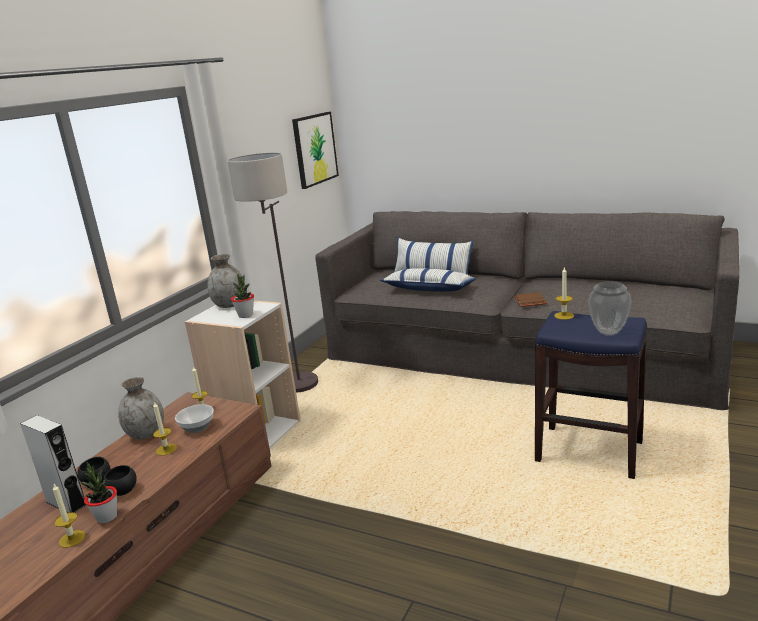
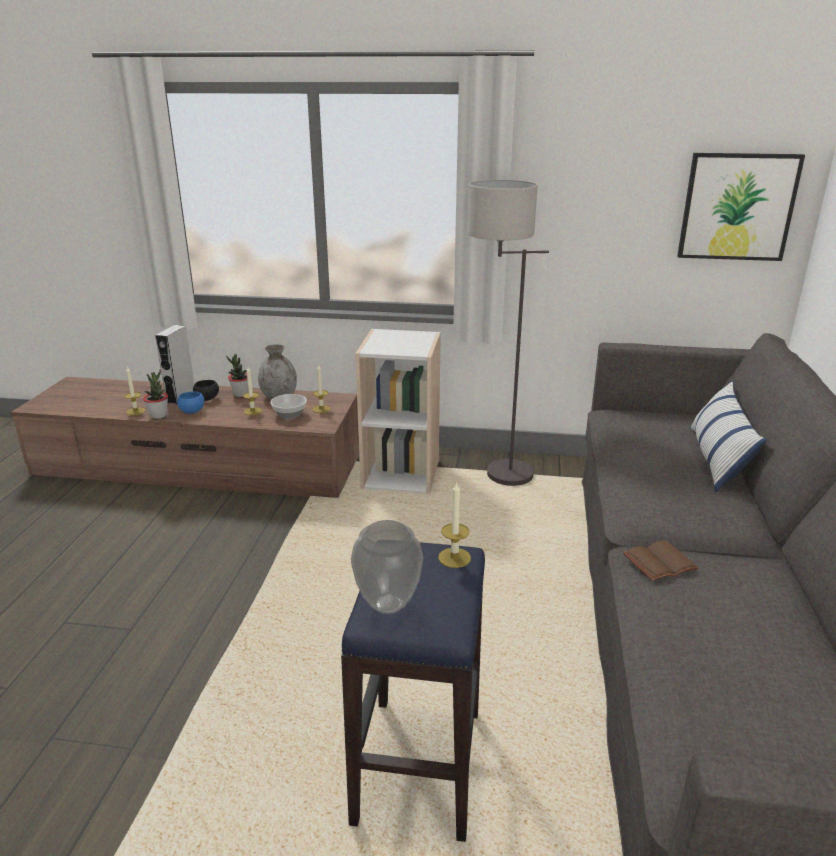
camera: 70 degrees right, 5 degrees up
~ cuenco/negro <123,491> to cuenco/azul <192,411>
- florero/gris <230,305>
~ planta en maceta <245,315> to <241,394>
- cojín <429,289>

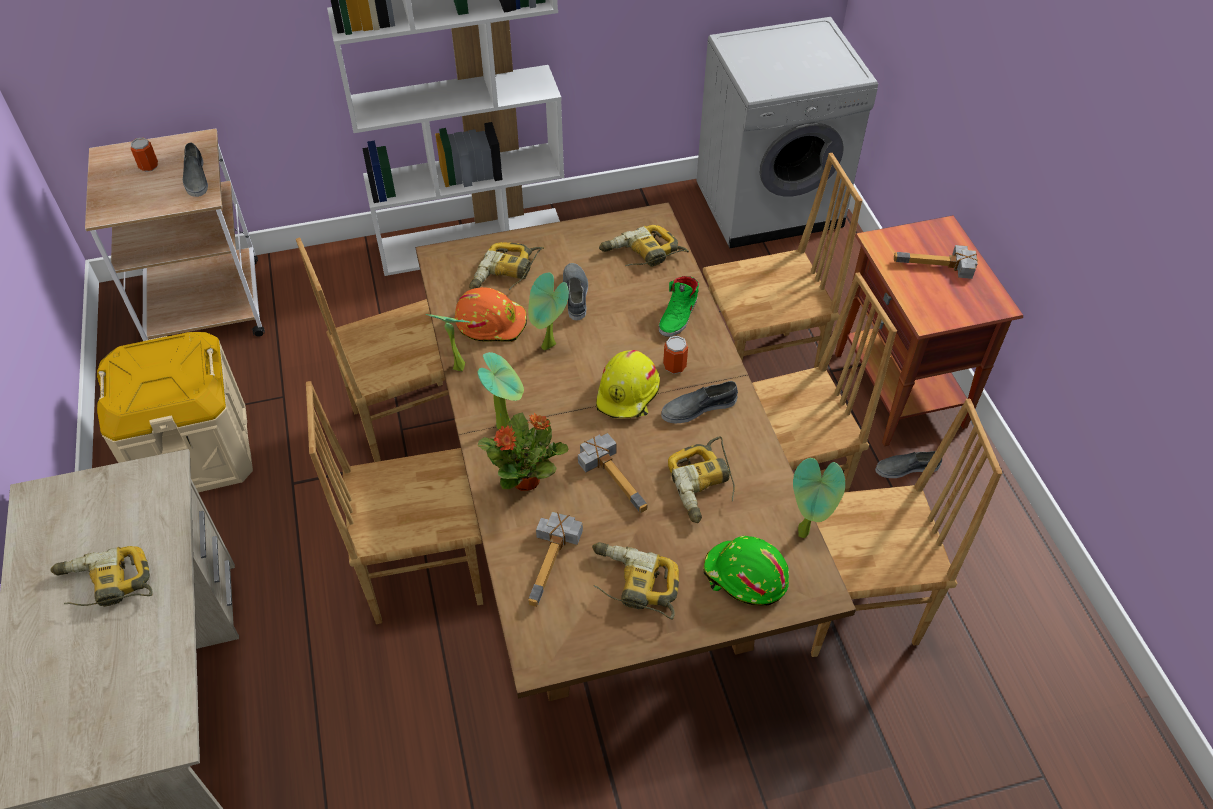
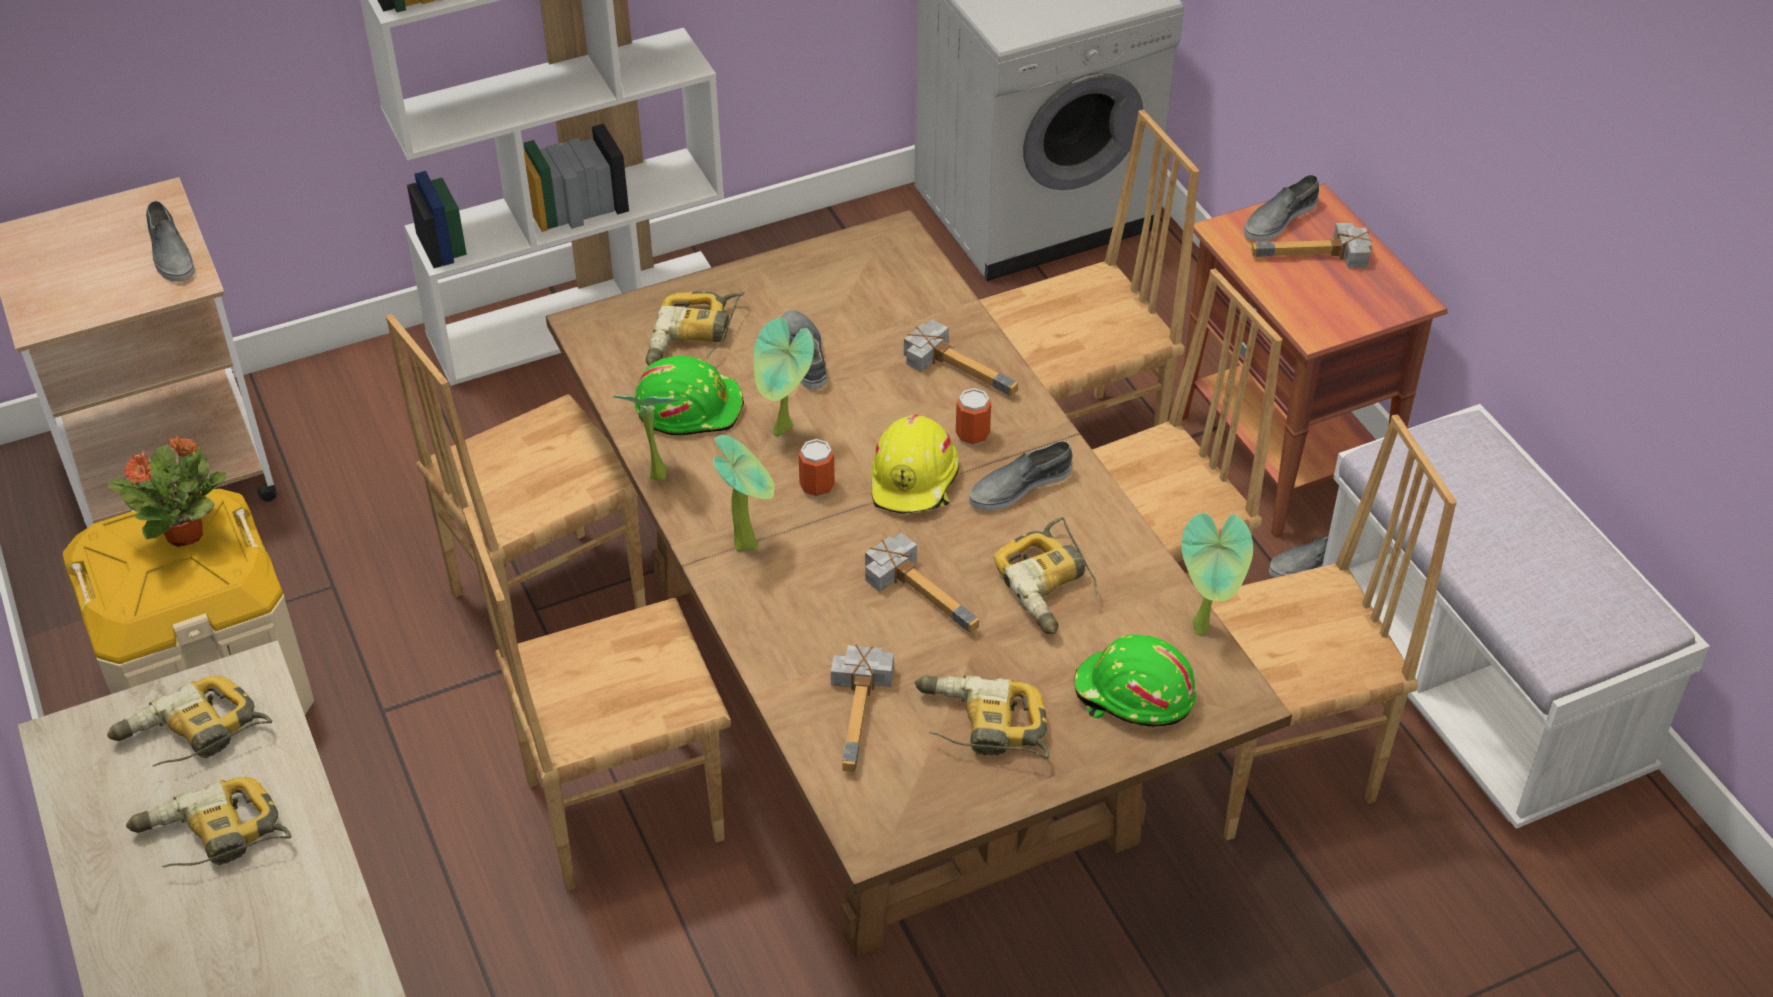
camera: 10 degrees left, 5 degrees down
~ lata <149,166> to <817,486>
~ casco/naranja <491,322> to casco/verde <689,407>
~ planta en maceta <527,480> to <186,533>
~ taladro <642,255> to <192,736>
~ zapato/verde <678,316> to martillo <962,366>
+ zapato/gris <1279,219>
+ banco/blanco <1475,685>

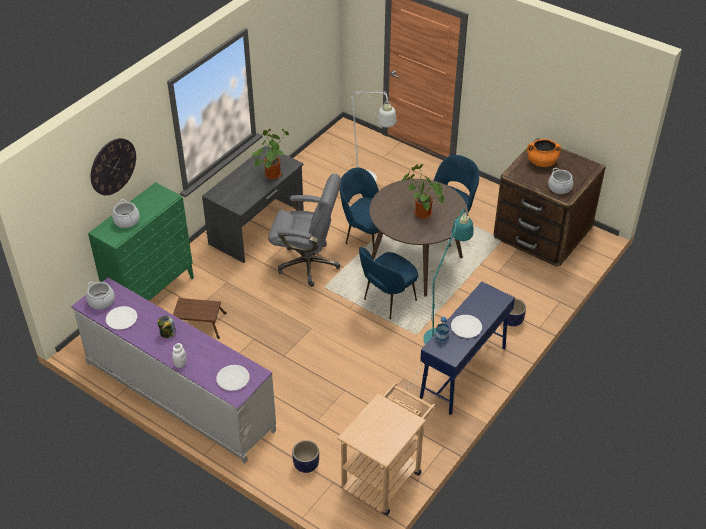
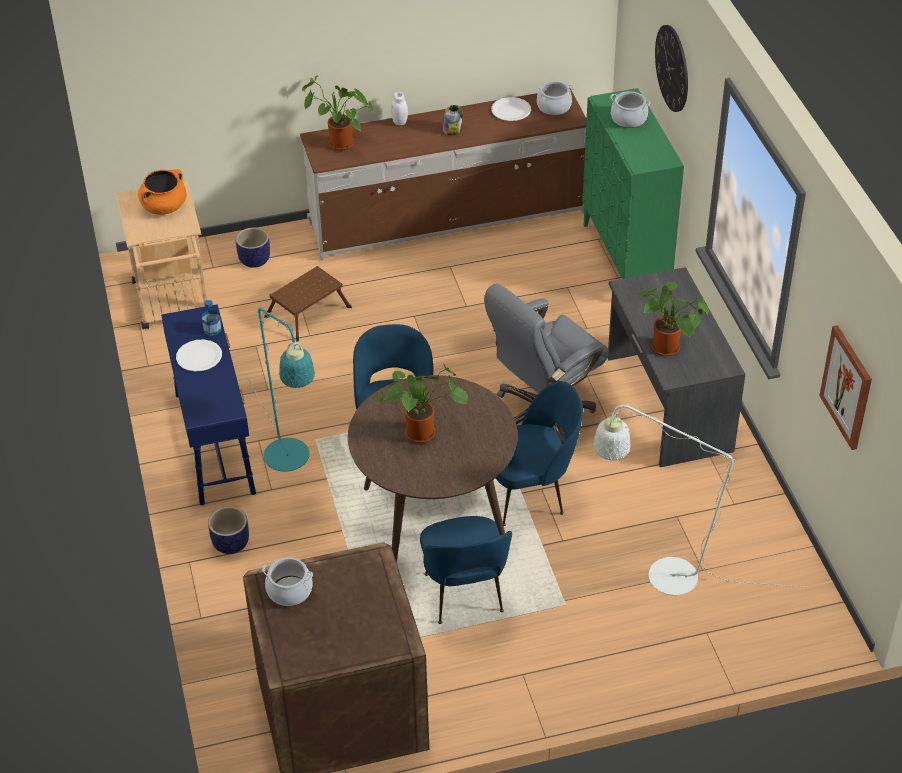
camera: 130 degrees right, 0 degrees up
~ armario/morado <179,396> to armario/marrón <445,219>
~ escalera de tijera/marrón <198,323> to <308,311>
~ plato/blanco <233,378> to planta en maceta <338,144>
~ olla/naranja <541,162> to <164,207>
+ cuadro <847,387>

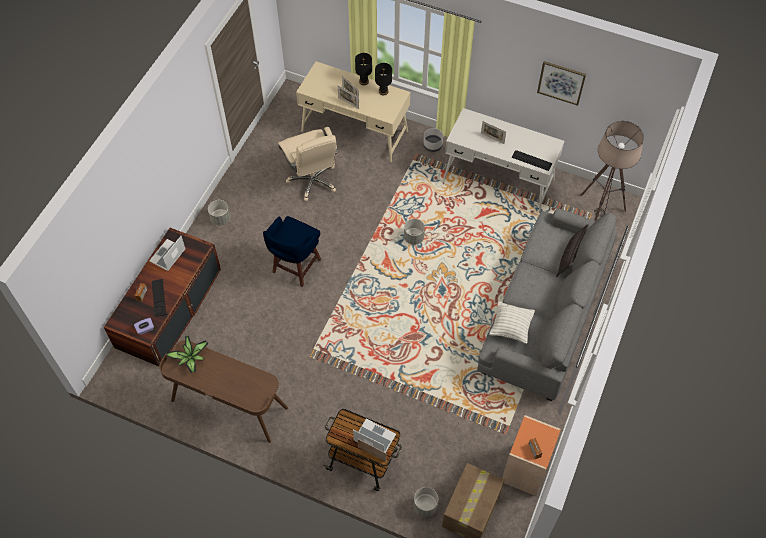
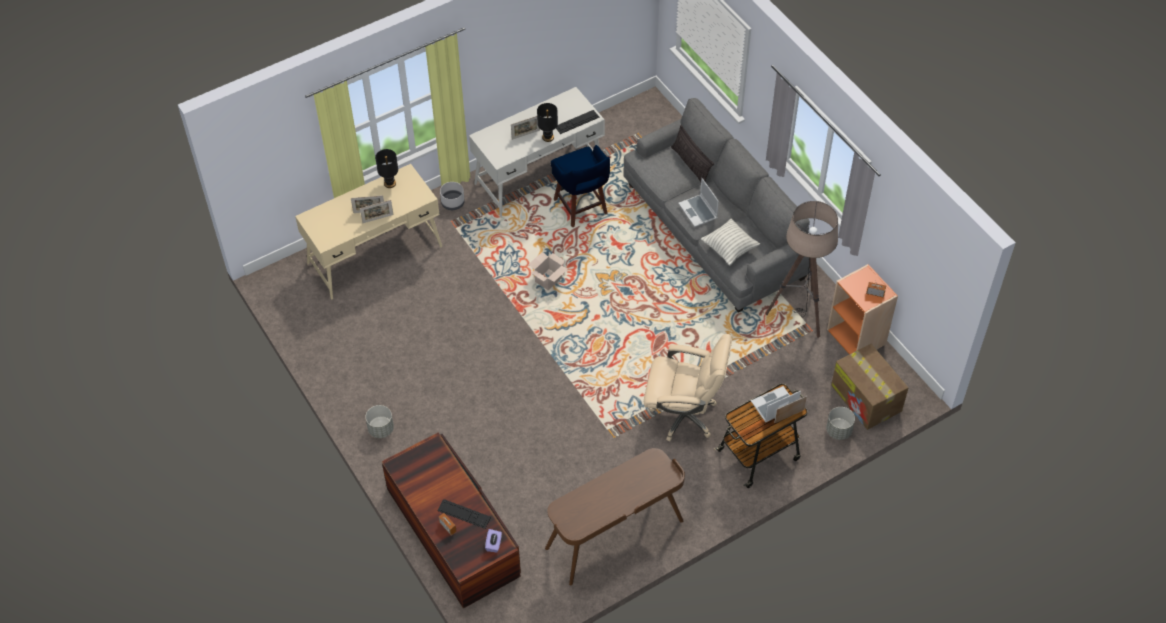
camera: 55 degrees left, 5 degrees down
~ portátil <168,256> to <698,211>
- planta en maceta <190,358>
~ taburete/azul <295,267> to <581,208>
~ silla de oficina/beis <312,179> to <682,415>
~ lámpara de mesa/negro <364,81> to <548,137>
~ maceta/gris <414,237> to caja de cartón <548,279>
- cuadro <561,82>
~ lámpara de pie <599,212> to <799,314>

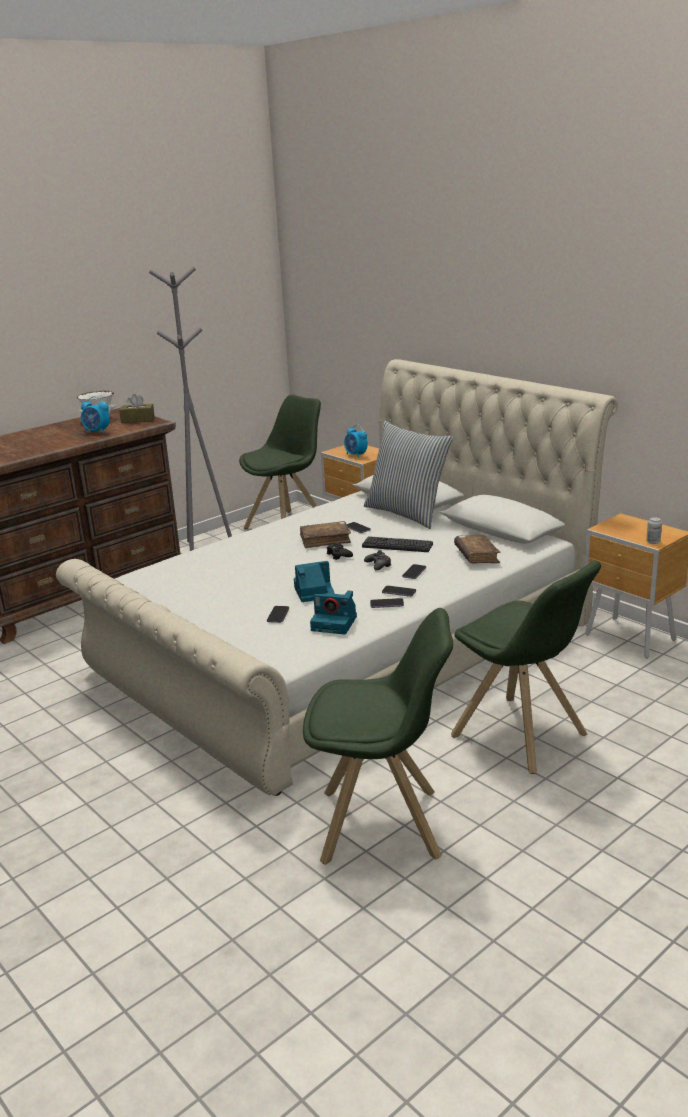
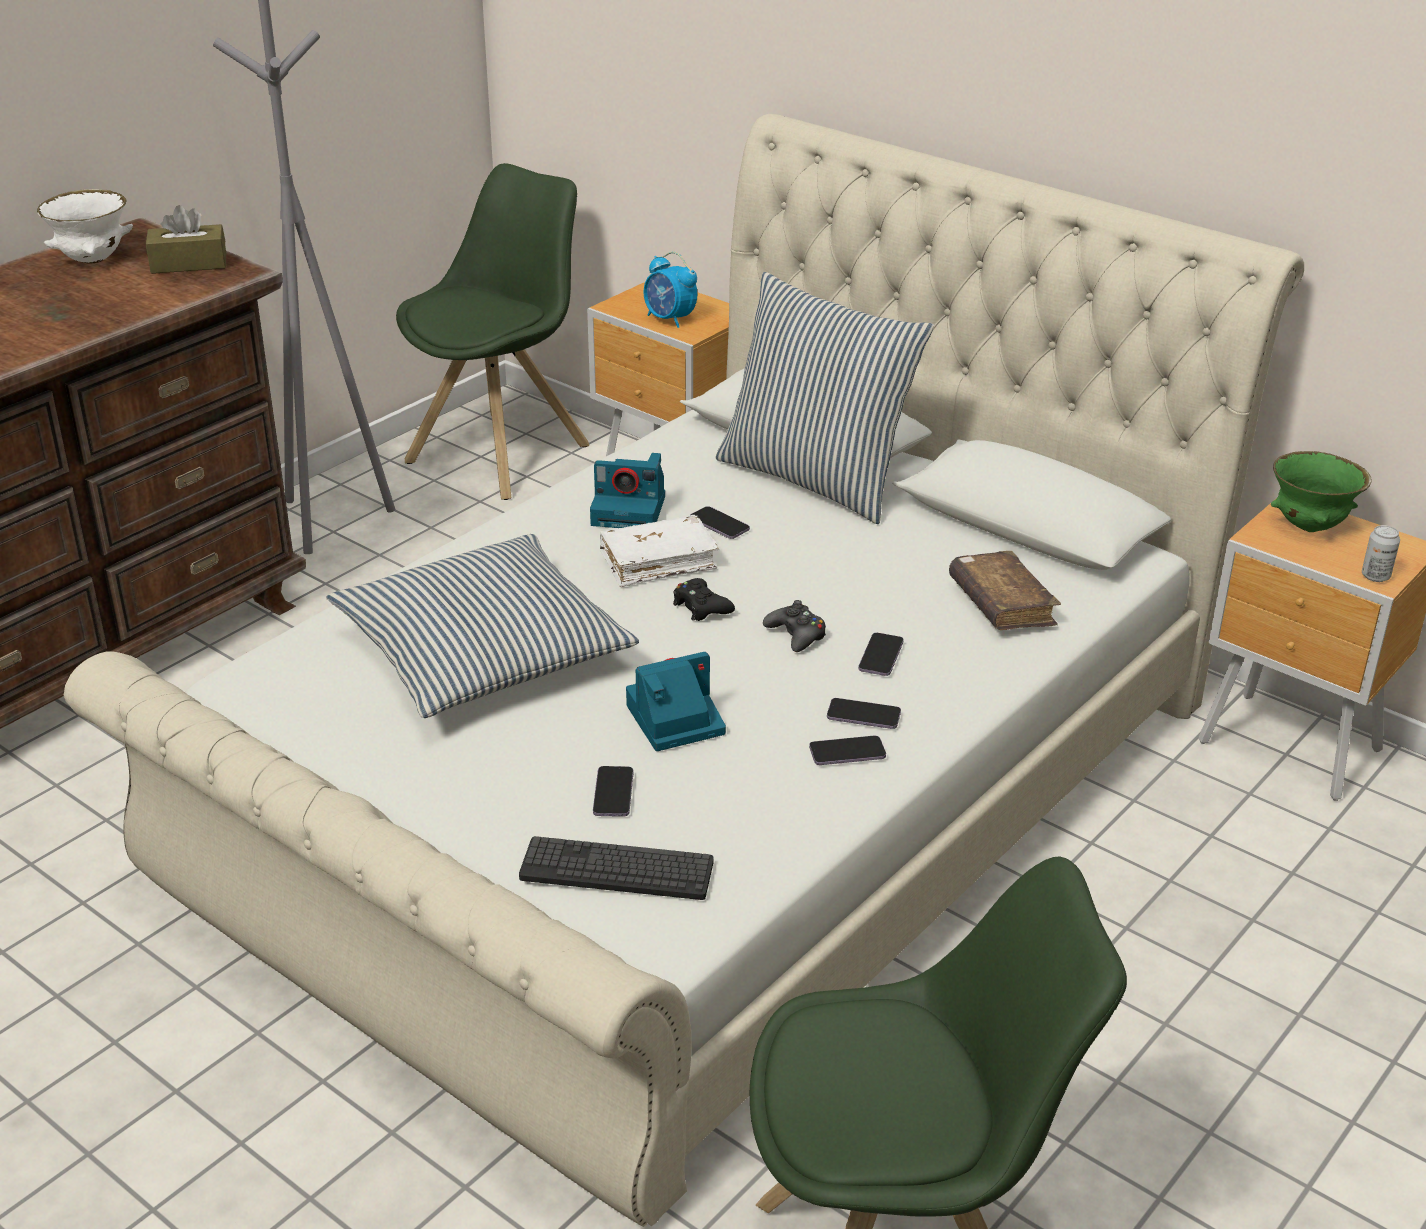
camera: 10 degrees left, 10 degrees up
- despertador <97,432>
~ libro/marrón <325,540> to libro/blanco <658,561>
~ cámara <335,623> to <630,510>
~ teclado <397,545> to <617,870>
- silla/verde <520,735>
+ cojín <484,650>
+ cuenco/verde <1309,527>

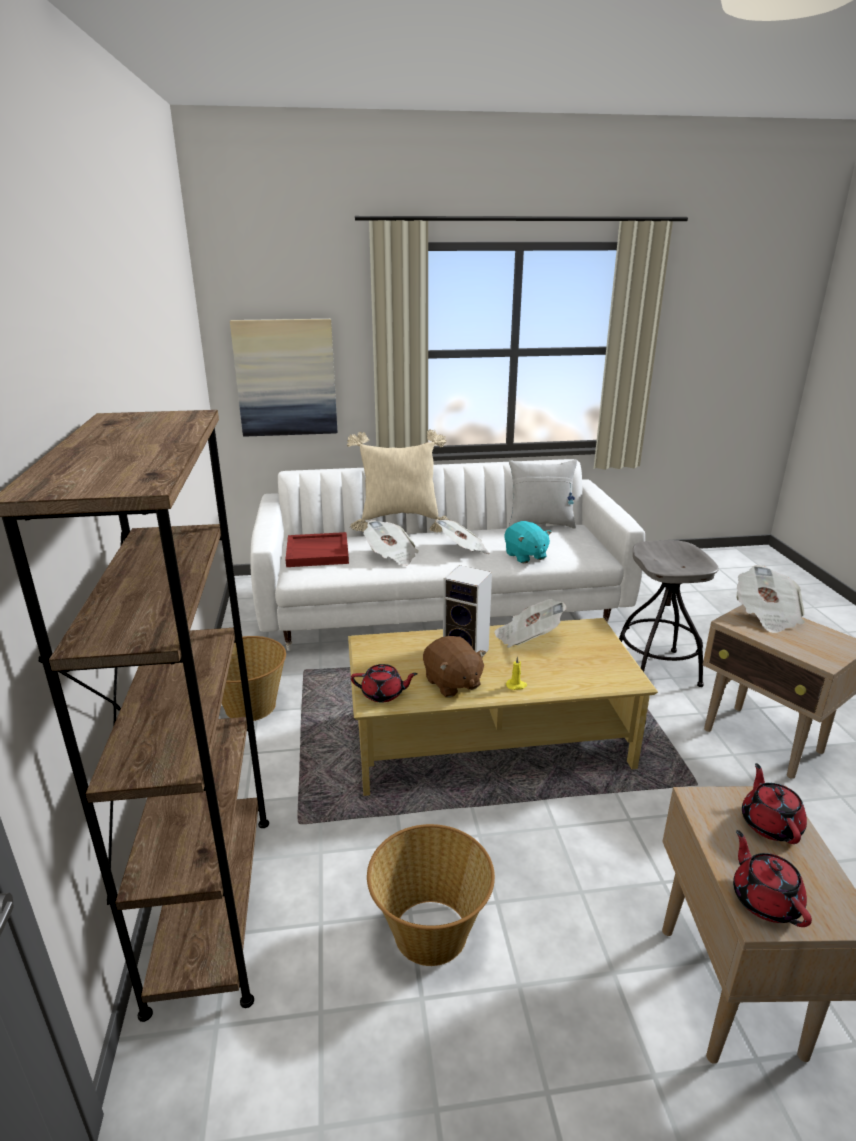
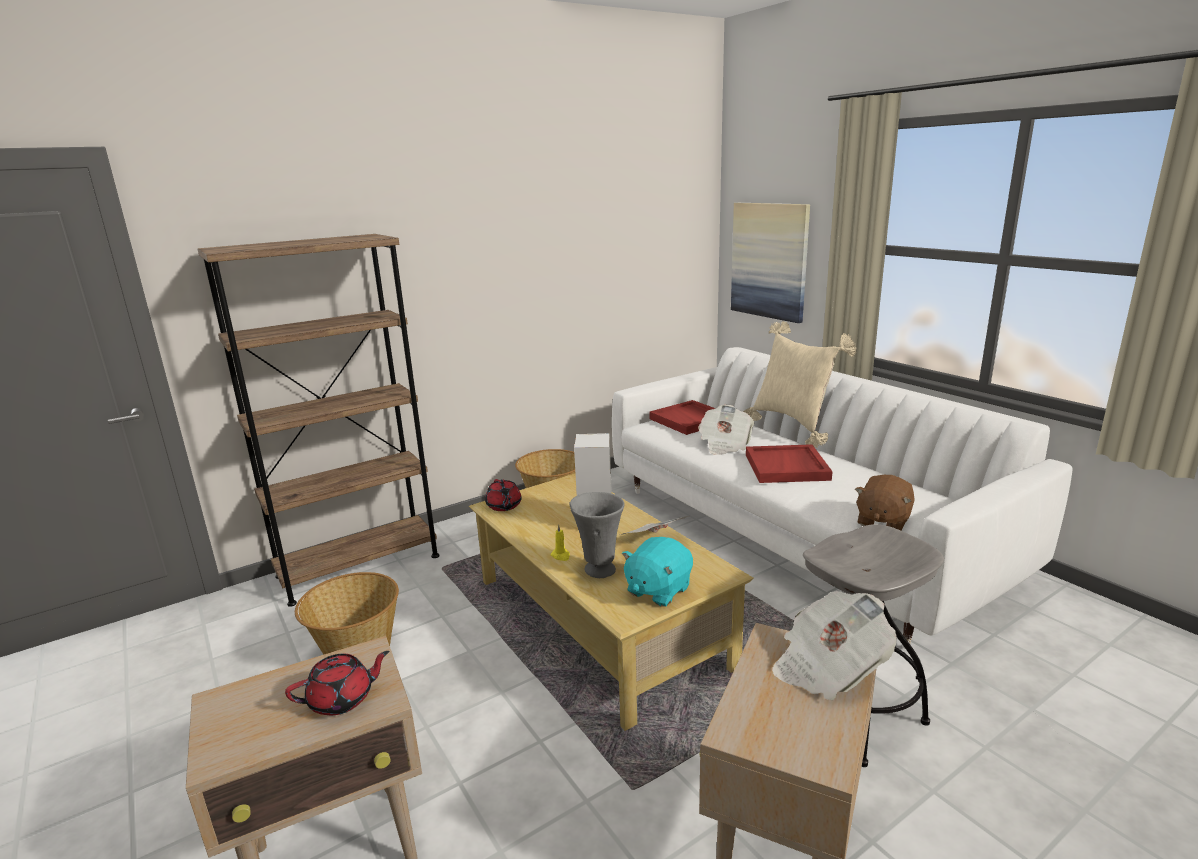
camera: 65 degrees right, 5 degrees down
~ peluche/marrón <452,683> to <882,521>
~ periódico <463,550> to bandeja/rojo <787,467>
~ peluche/turquesa <525,556> to <657,590>
- cojín/gris <540,525>
- tetera/rojo <765,899>
+ florero/gris <599,569>

